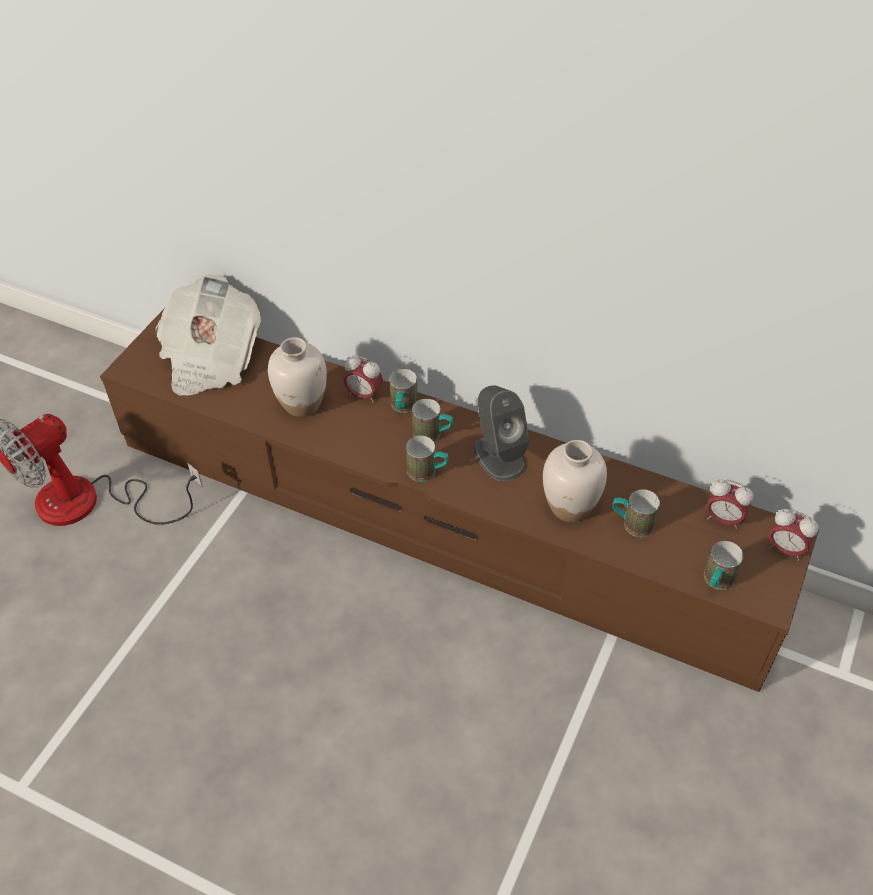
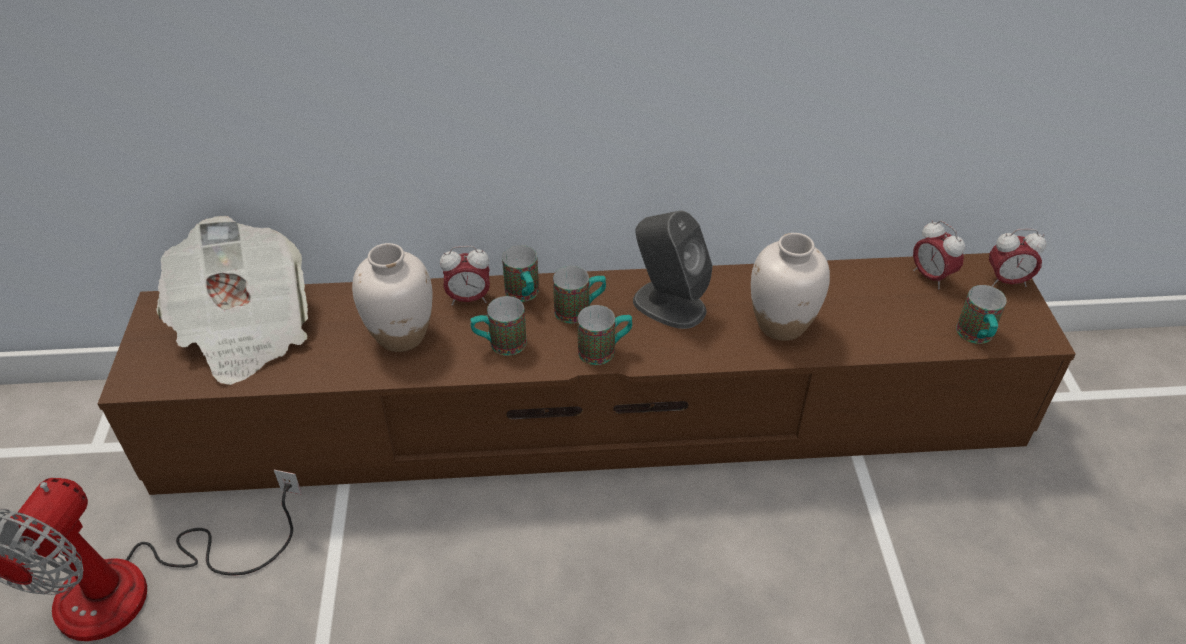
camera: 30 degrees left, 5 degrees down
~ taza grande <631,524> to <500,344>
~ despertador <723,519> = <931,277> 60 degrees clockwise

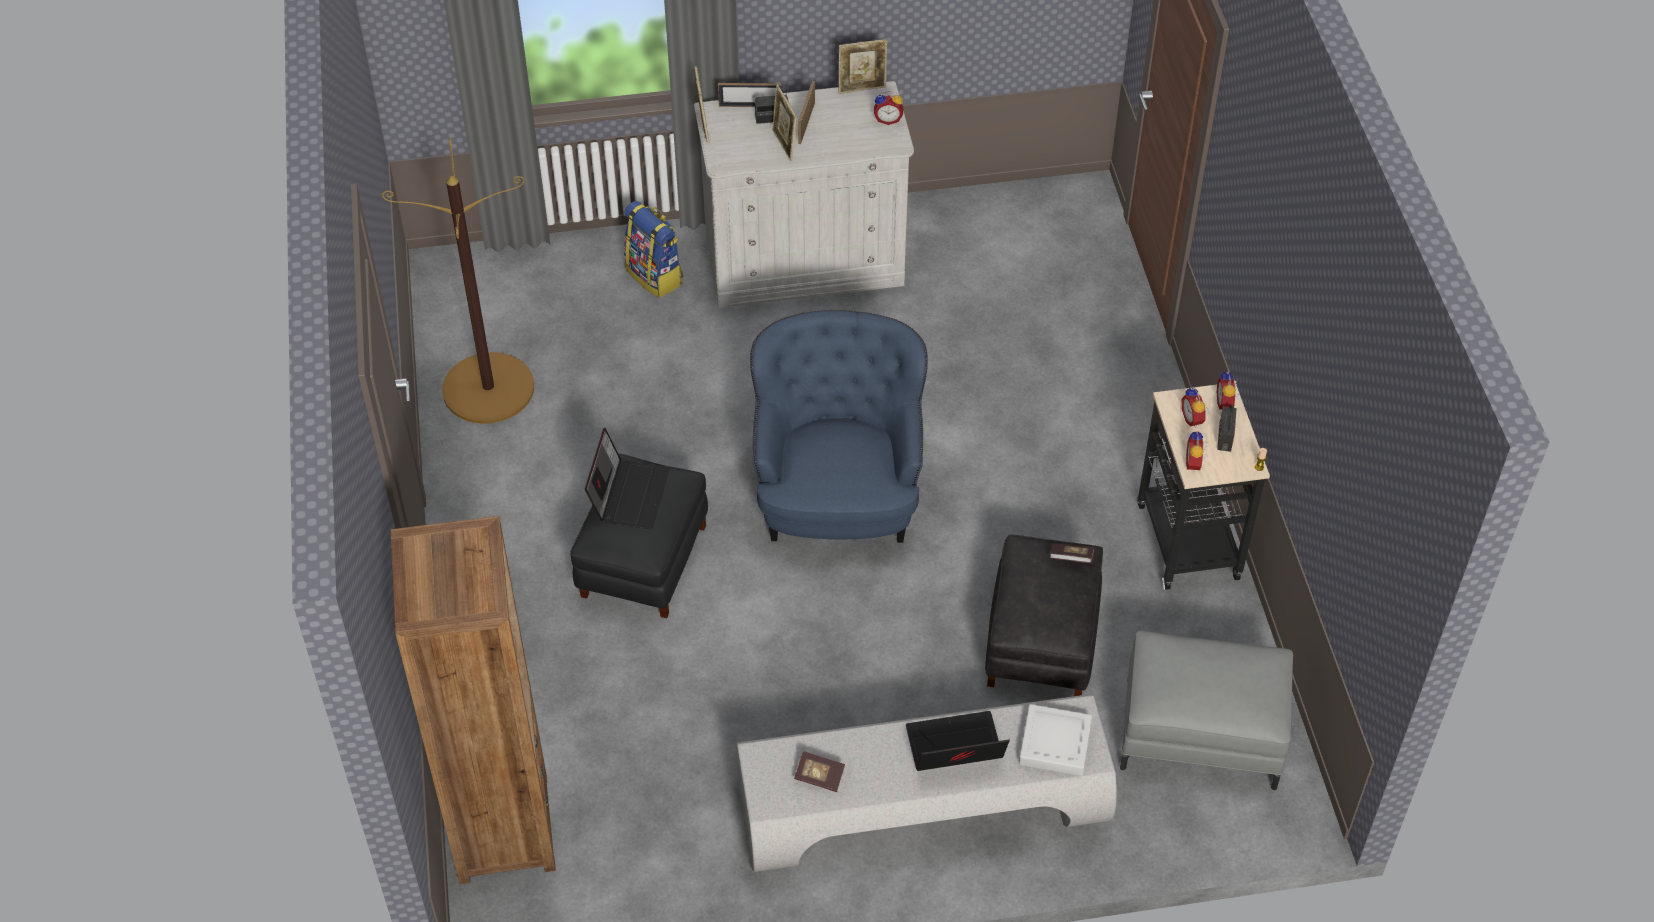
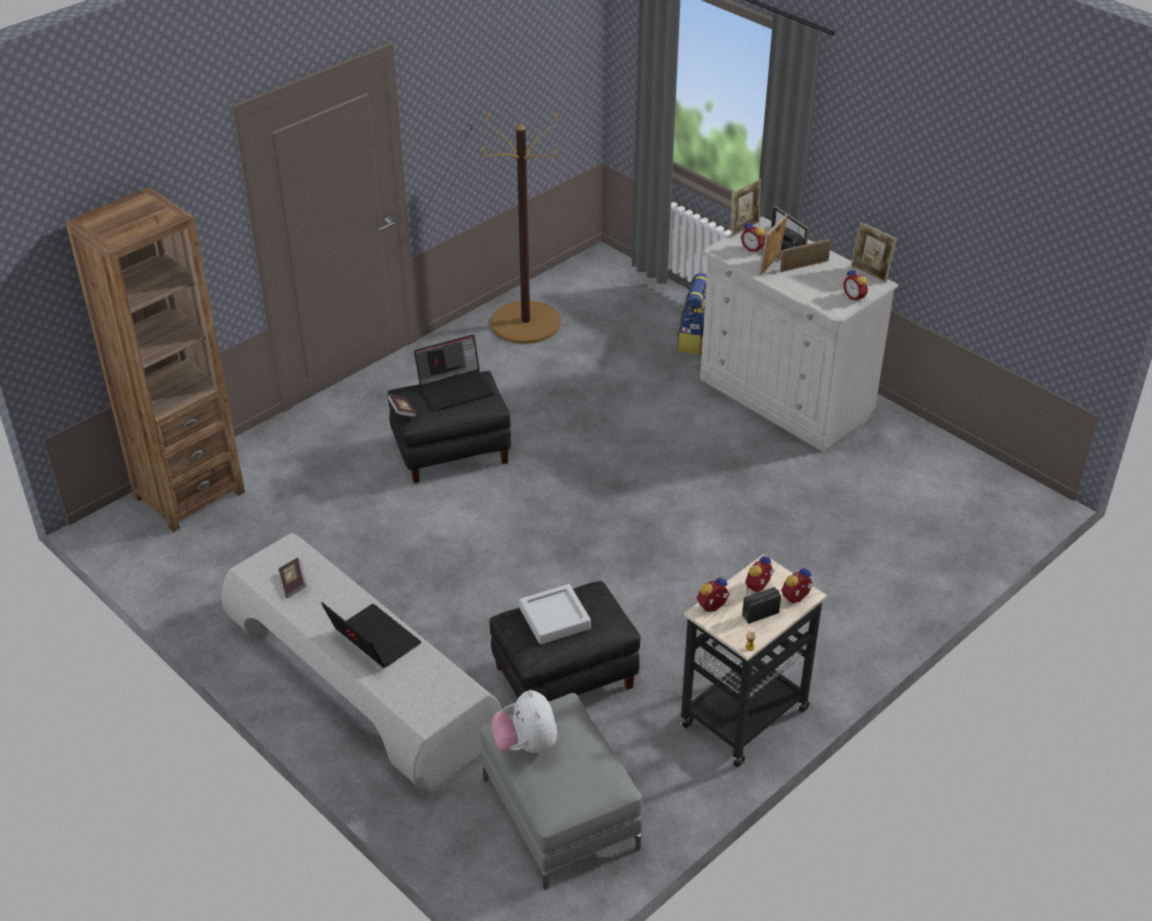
camera: 55 degrees right, 10 degrees down
- sillón/azul <838,493>
~ bandeja/gris <1055,744> to <554,618>
~ libro <1071,558> to <402,411>
+ peluche <526,745>
+ despertador <753,248>

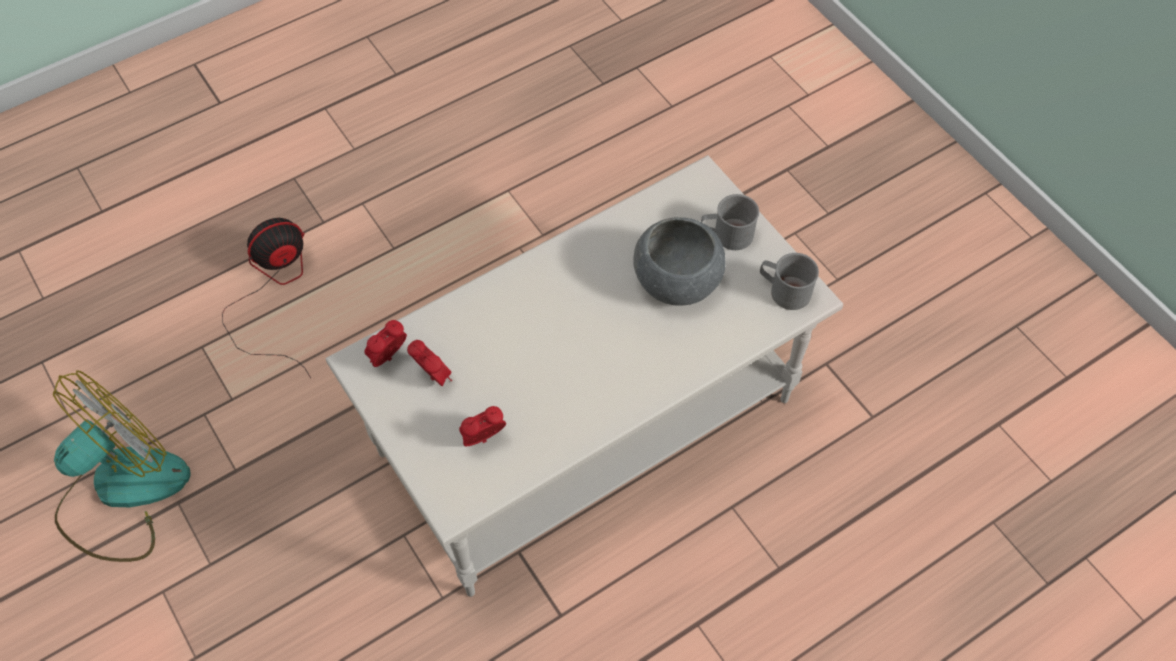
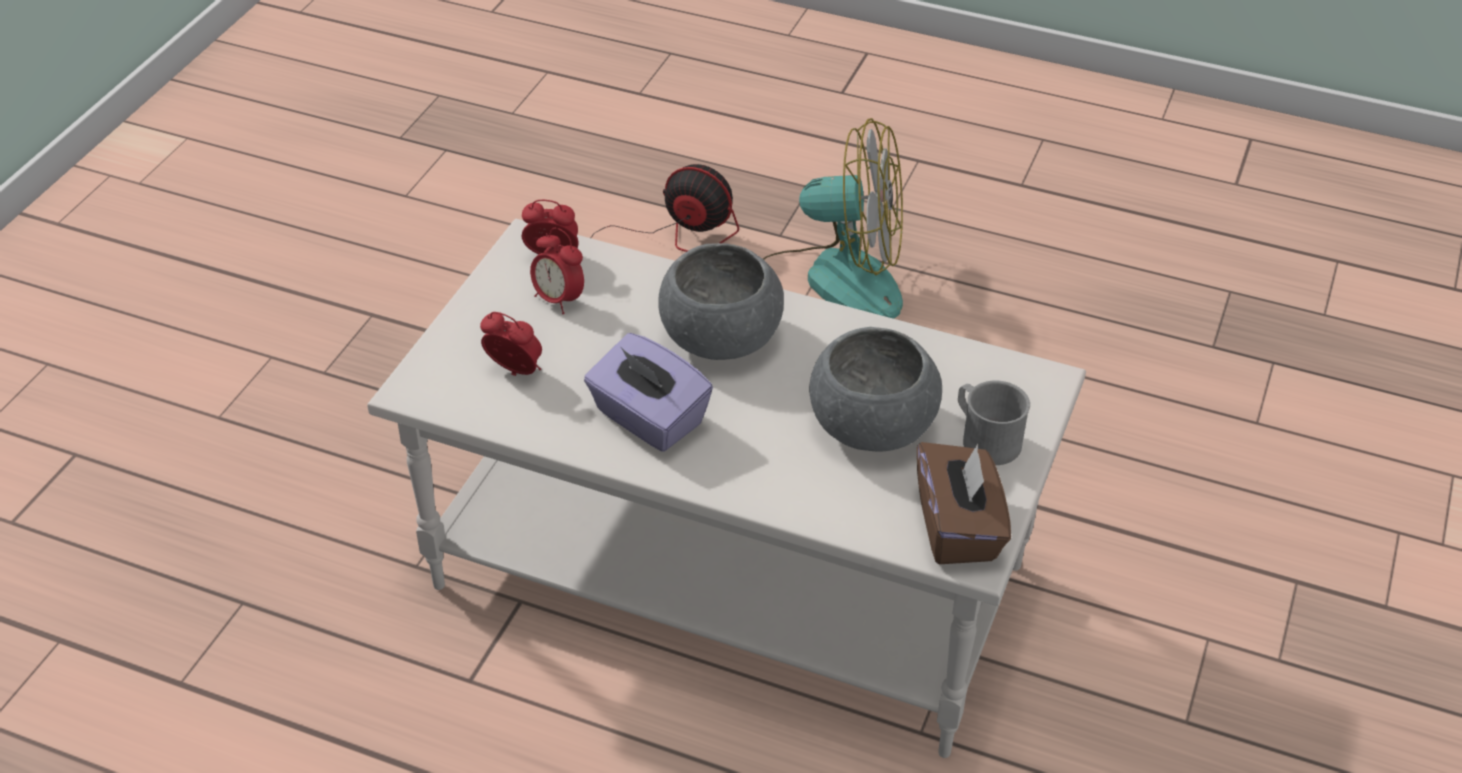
camera: 55 degrees right, 15 degrees down
~ ventilador <121,492> to <829,285>
~ despertador <433,377> = <558,300> 120 degrees clockwise
~ taza grande/gris <784,290> to caja de pañuelos/marrón <958,528>
+ caja de pañuelos/morado <648,419>
+ cuenco/gris <719,338>

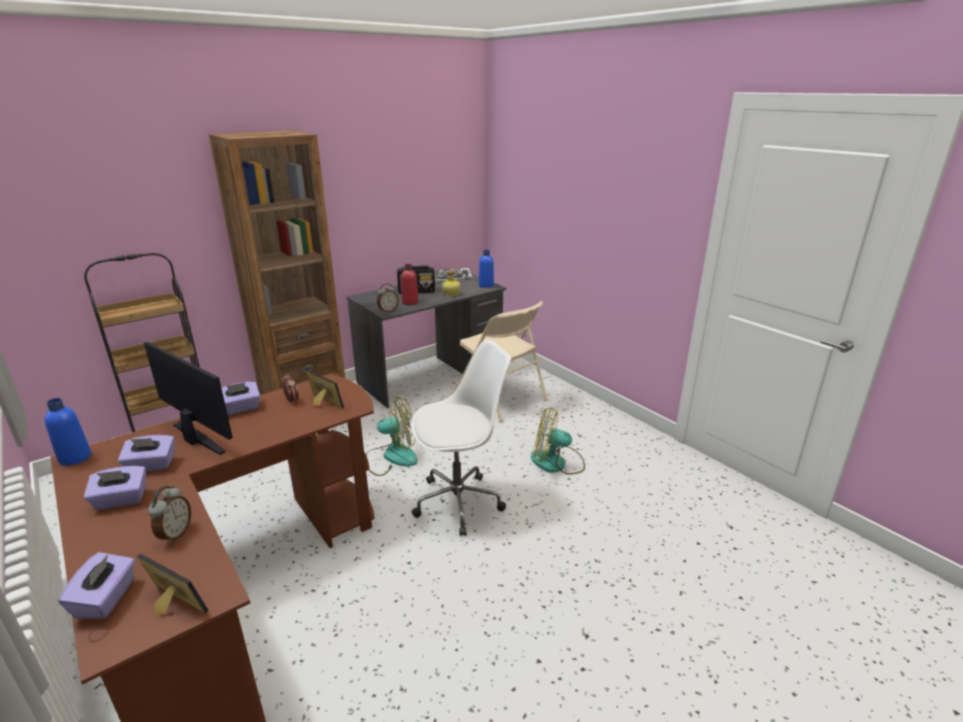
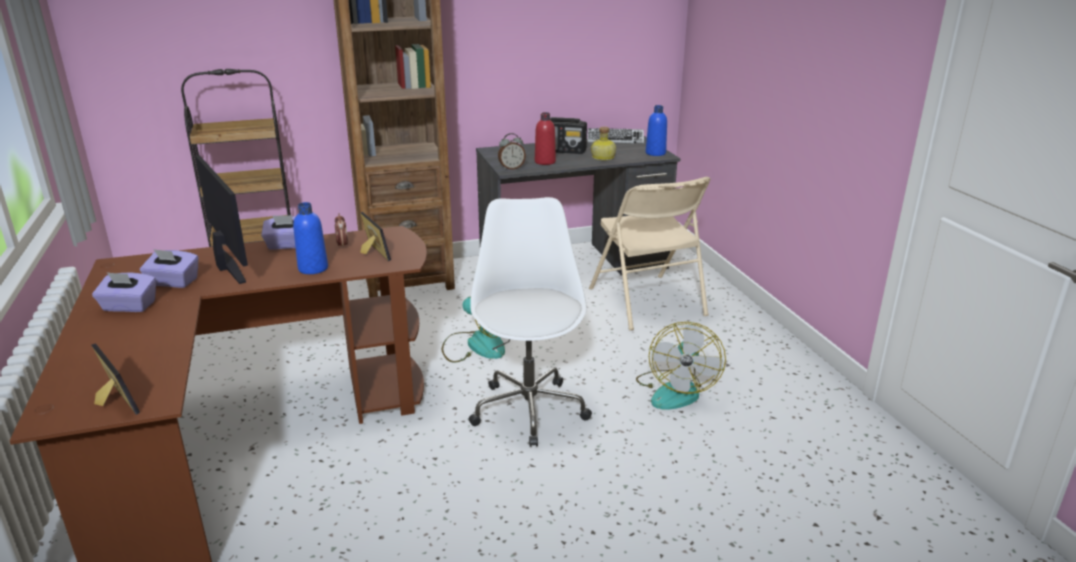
camera: 20 degrees right, 0 degrees up
~ botella/azul <75,458> to <313,268>
- caja de pañuelos/morado <106,599>
- despertador <175,534>
~ silla de oficina/blanco <460,502> = <528,409> 90 degrees counterclockwise
~ ventilador <556,463> = <676,390> 105 degrees counterclockwise

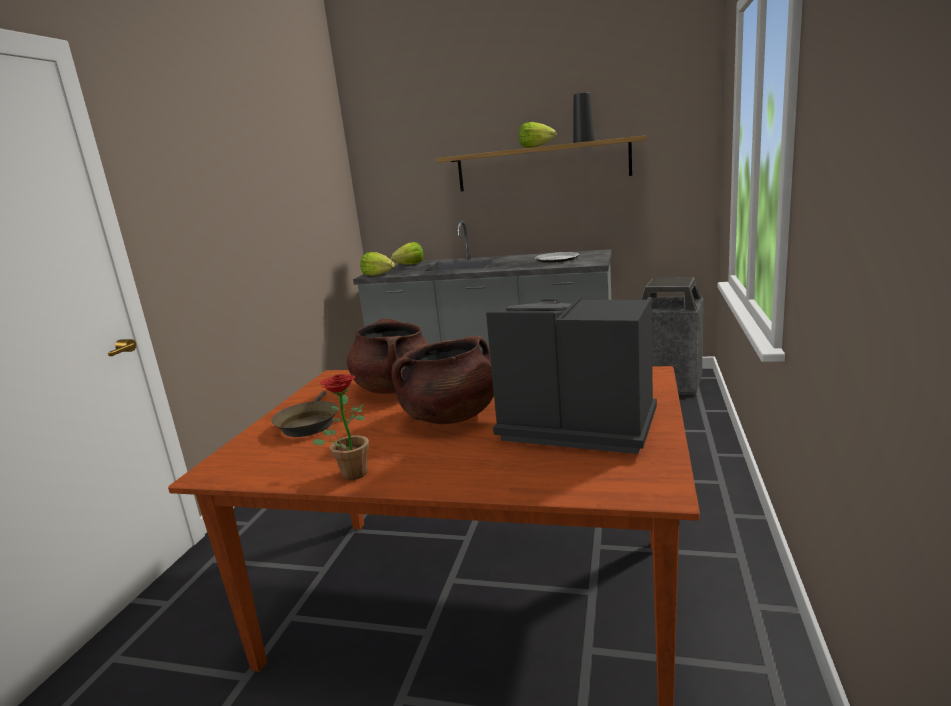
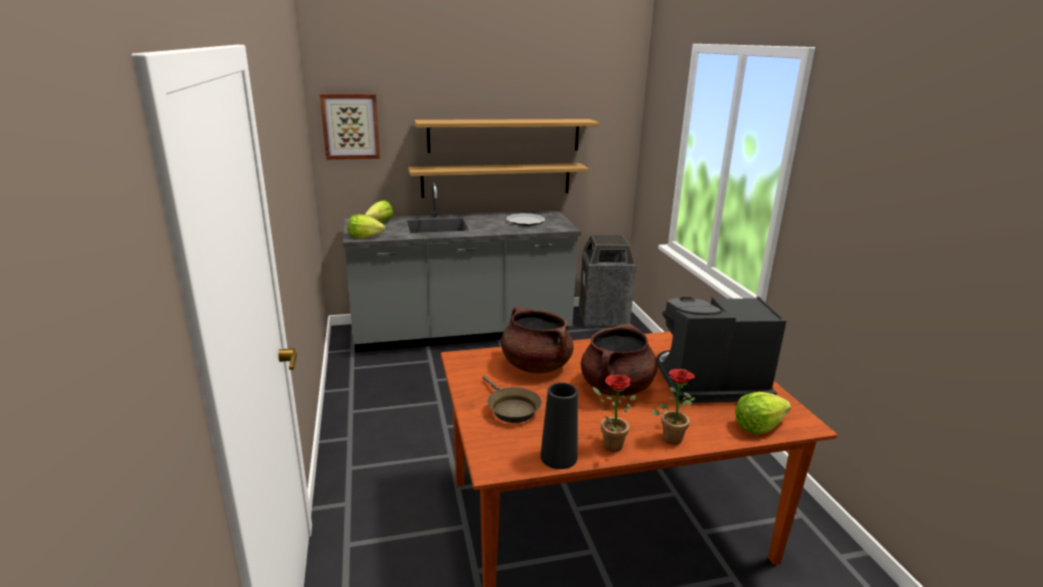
camera: 30 degrees left, 5 degrees up
~ lechuga <535,147> to <758,426>
~ florero/negro <583,141> to <558,457>
+ cuadro <350,126>
+ estante <496,180>
+ planta en maceta <671,436>

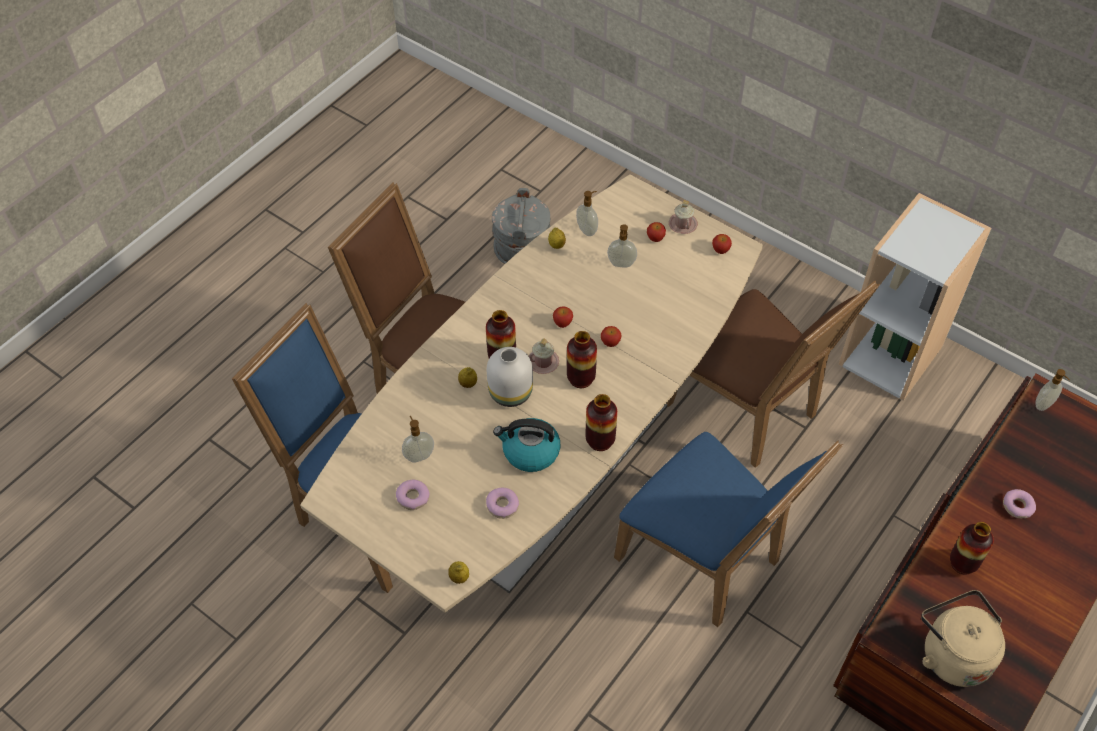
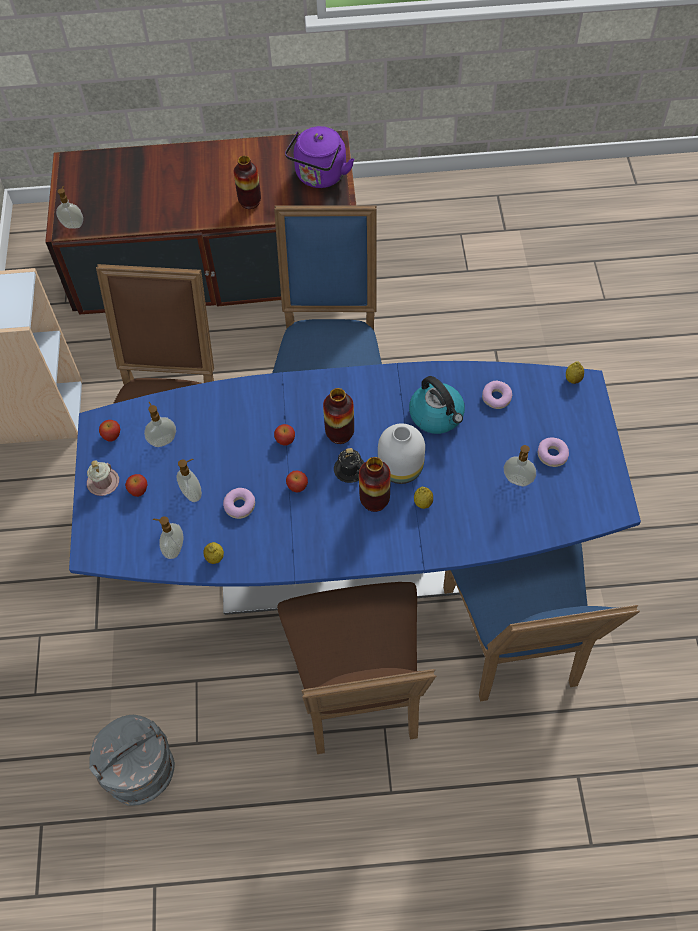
camera: 130 degrees left, 5 degrees up
~ mesa de comedor/beis <550,467> to mesa de comedor/azul <352,554>
~ taza grande/rosa <543,362> to taza grande/negro <350,469>
- florero <600,440>
~ hervidor/beis <952,653> to hervidor/morado <320,177>
~ rosquilla <1017,506> to <240,505>
+ dispensador de jabón <163,440>

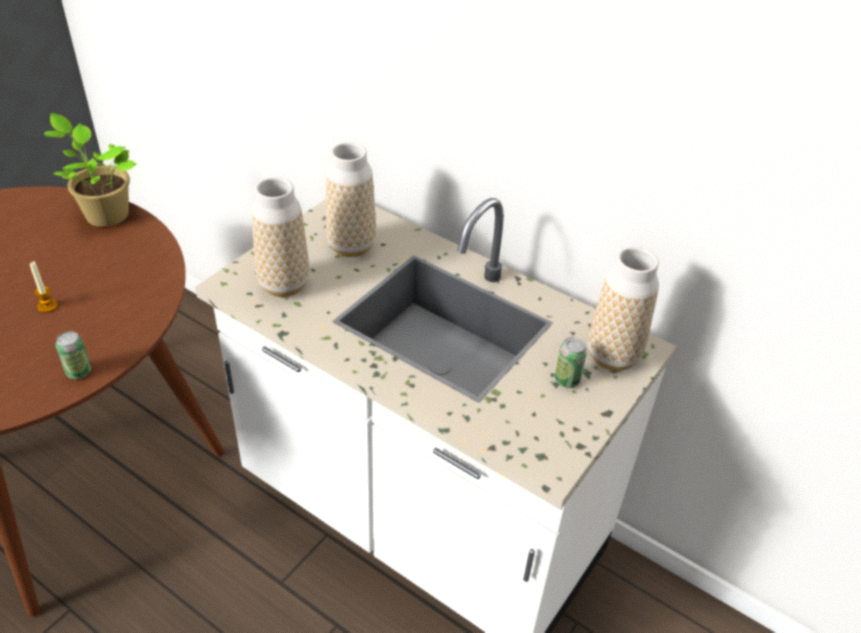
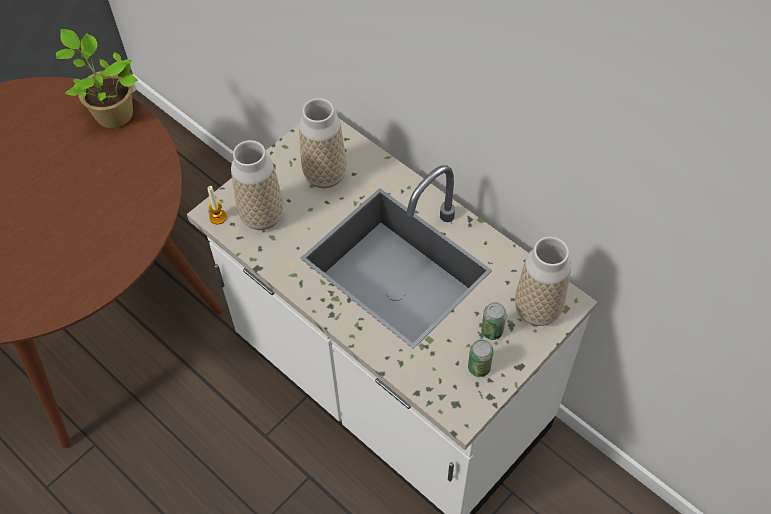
camera: 10 degrees right, 15 degrees up
~ vela <47,306> to <218,217>
~ lata <79,372> to <479,368>

